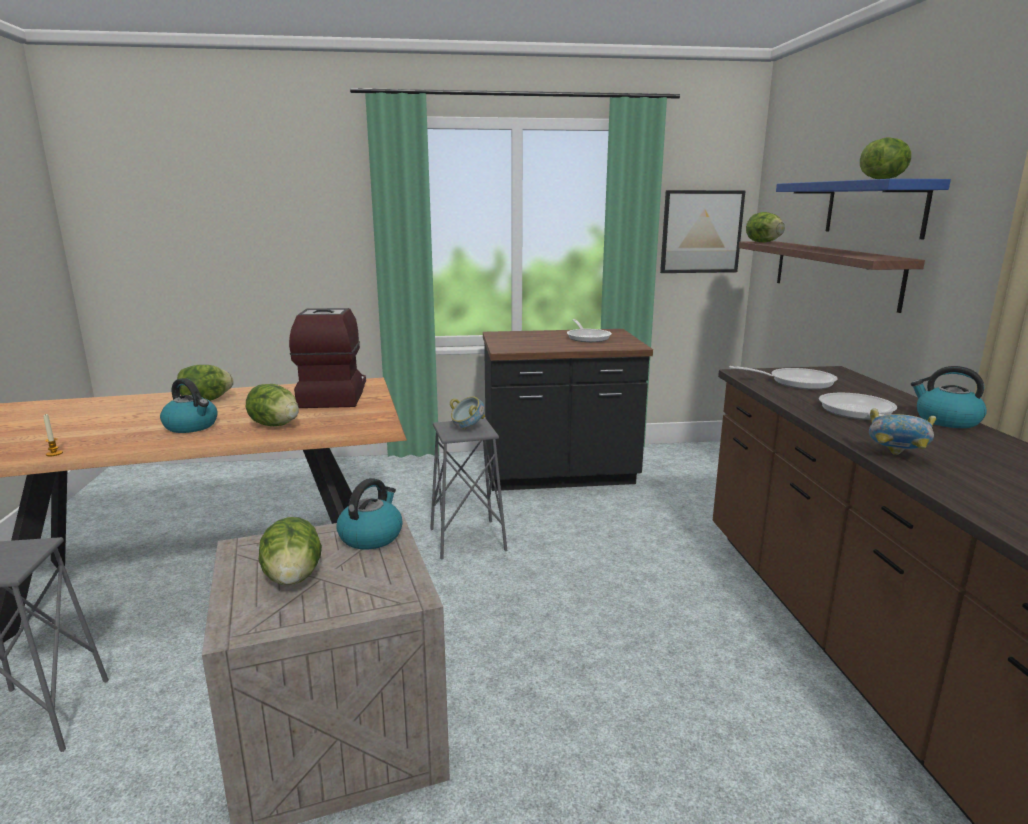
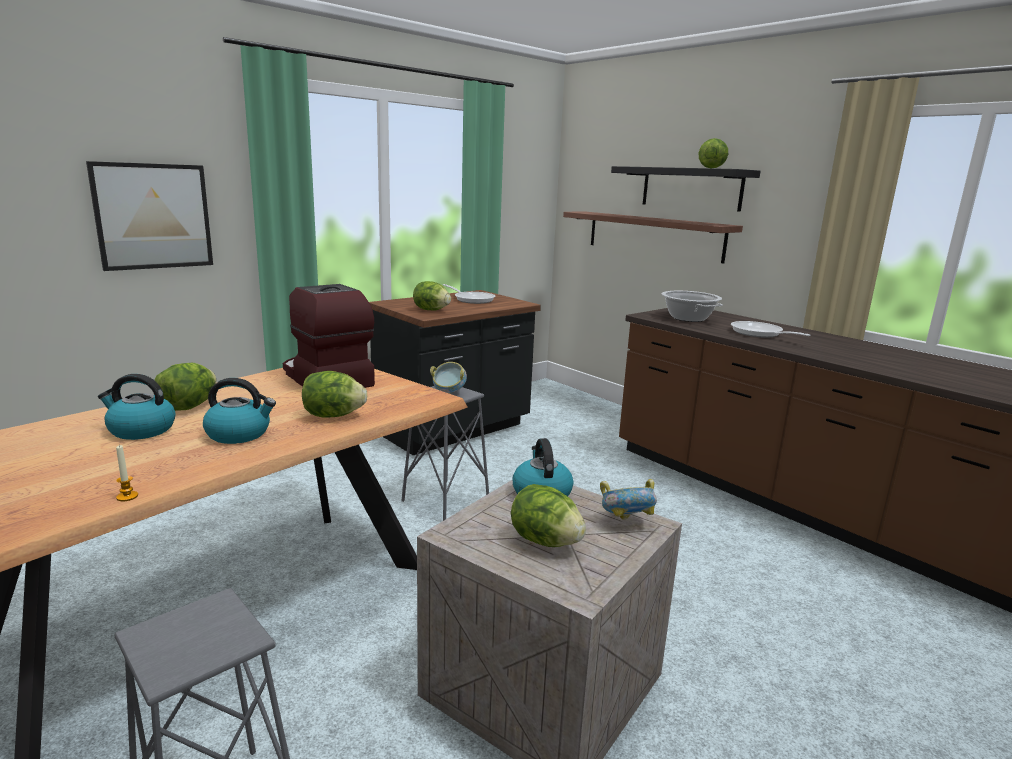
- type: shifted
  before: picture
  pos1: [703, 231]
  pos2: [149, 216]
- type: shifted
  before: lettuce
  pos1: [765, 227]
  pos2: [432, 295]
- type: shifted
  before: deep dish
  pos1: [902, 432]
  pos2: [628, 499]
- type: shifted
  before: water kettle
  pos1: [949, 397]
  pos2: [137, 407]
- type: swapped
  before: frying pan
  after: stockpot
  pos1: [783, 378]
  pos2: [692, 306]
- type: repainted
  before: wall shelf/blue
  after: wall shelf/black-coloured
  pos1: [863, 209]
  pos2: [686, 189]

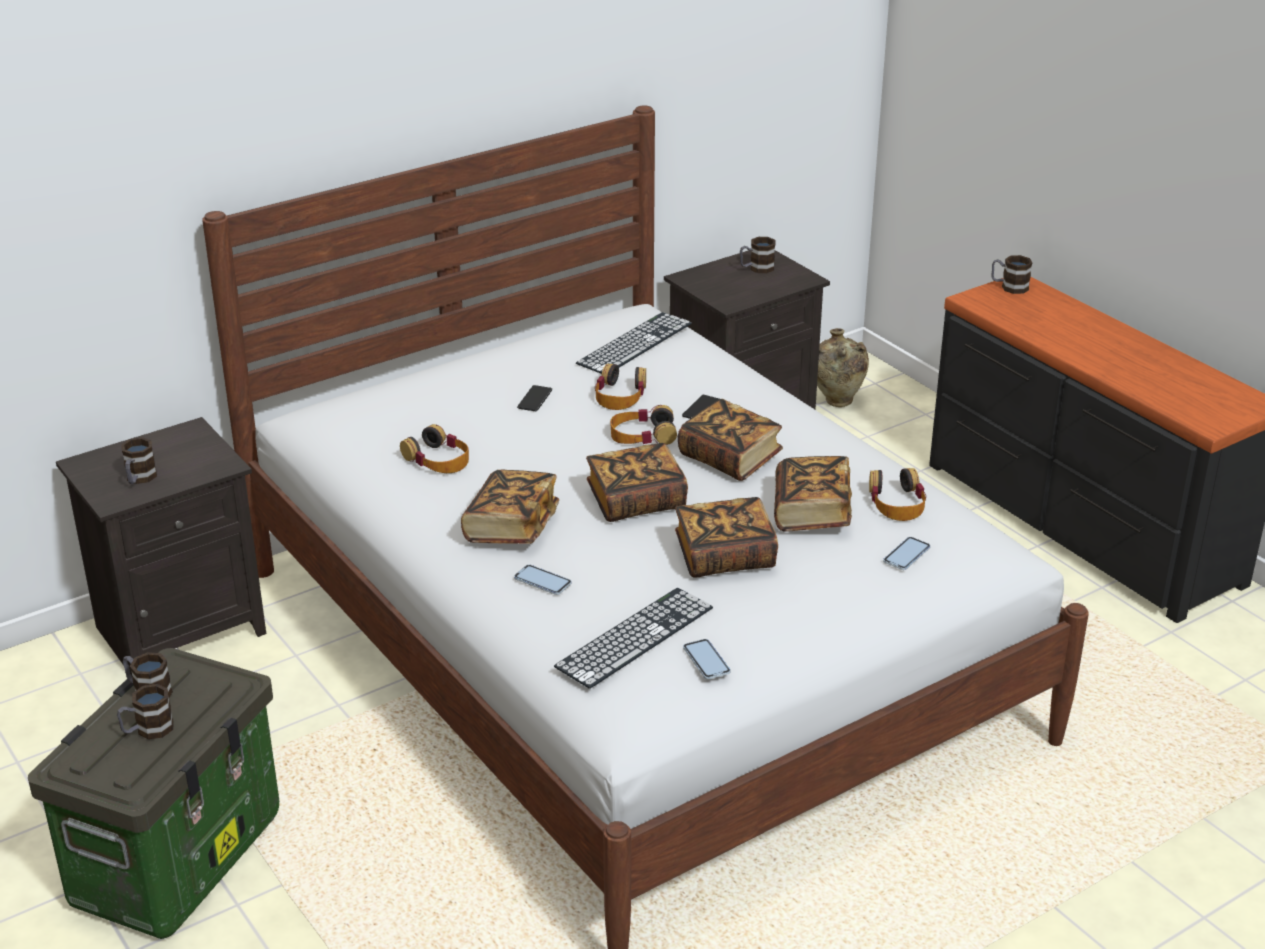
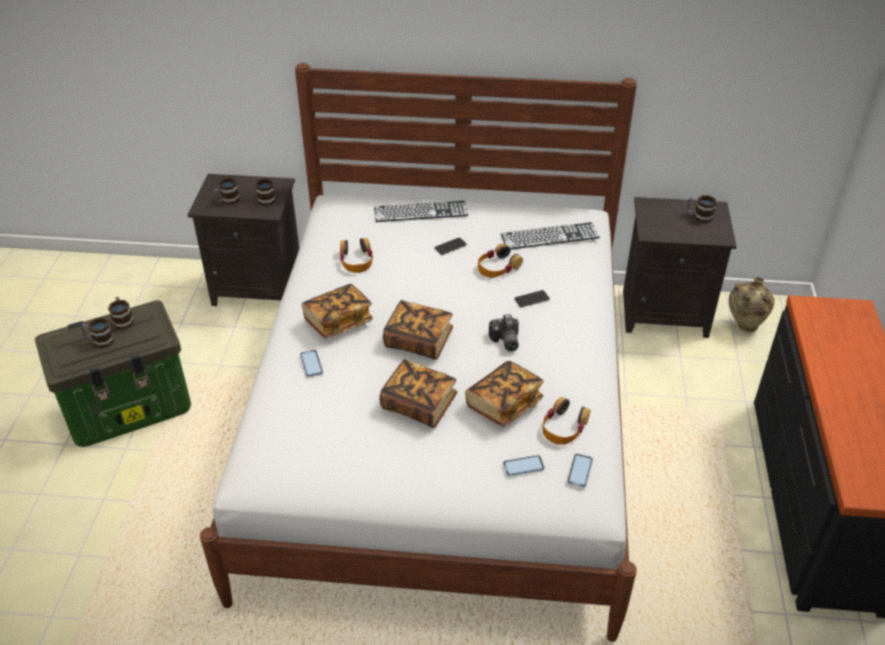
- type: gone
  before: pair of headphones
  pos1: [643, 425]
- type: shifted
  before: keyboard
  pos1: [633, 638]
  pos2: [421, 211]
- type: shifted
  before: telephone
  pos1: [707, 659]
  pos2: [580, 471]
- type: shifted
  before: coffee mug
  pos1: [1012, 274]
  pos2: [265, 192]
- type: swapped
  before: volume
  after: photo camera
  pos1: [730, 440]
  pos2: [504, 333]

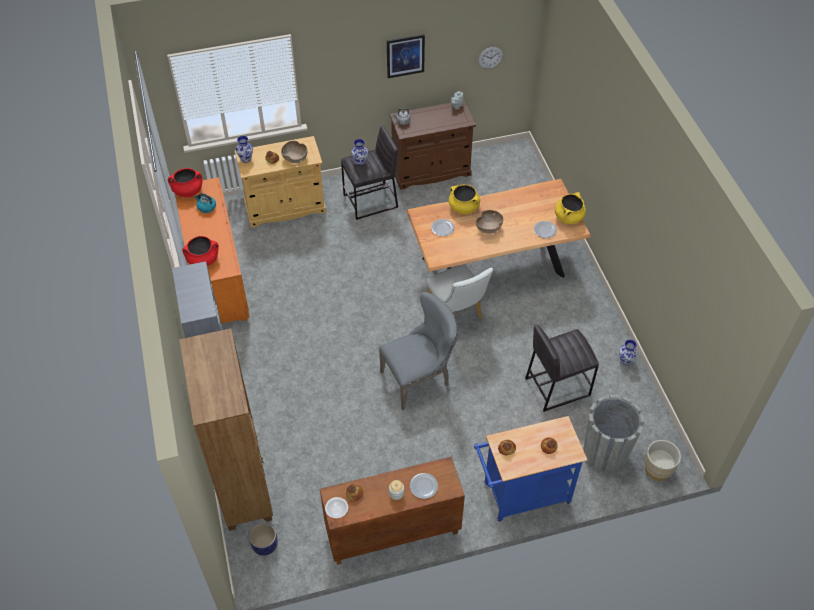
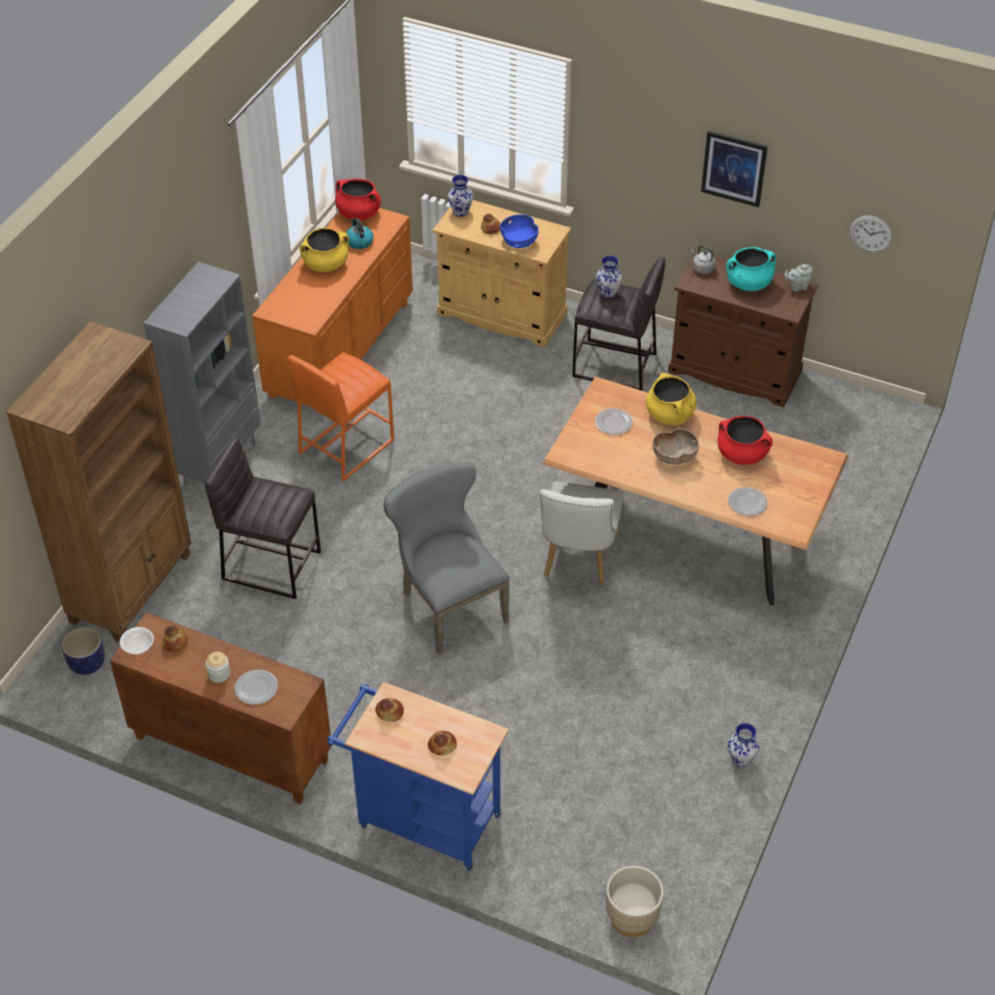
- type: gone
  before: planter/greyish
  pos1: [614, 434]
- type: new
  after: sitting stool/orangey
  pos2: [340, 417]
- type: new
  after: stockpot/turquoise
  pos2: [751, 269]
- type: shifted
  before: stockpot/red-coloured
  pos1: [200, 251]
  pos2: [745, 440]
- type: shifted
  before: sitting stool/greyish
  pos1: [562, 368]
  pos2: [262, 518]
- type: shifted
  before: stockpot/yellow-coloured
  pos1: [570, 208]
  pos2: [324, 250]
- type: repainted
  before: deep dish/brownish
  after: deep dish/blue
  pos1: [294, 152]
  pos2: [519, 231]
- type: rotated
  before: plain chair/greyish
  pos1: [418, 351]
  pos2: [447, 558]
  turn: -135

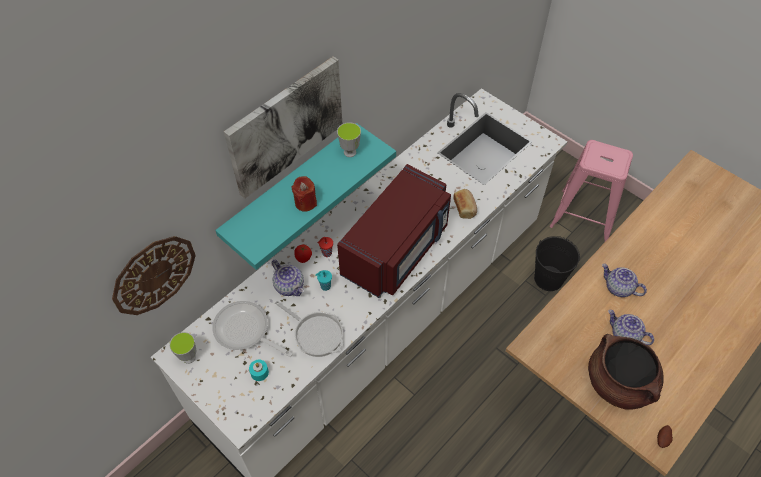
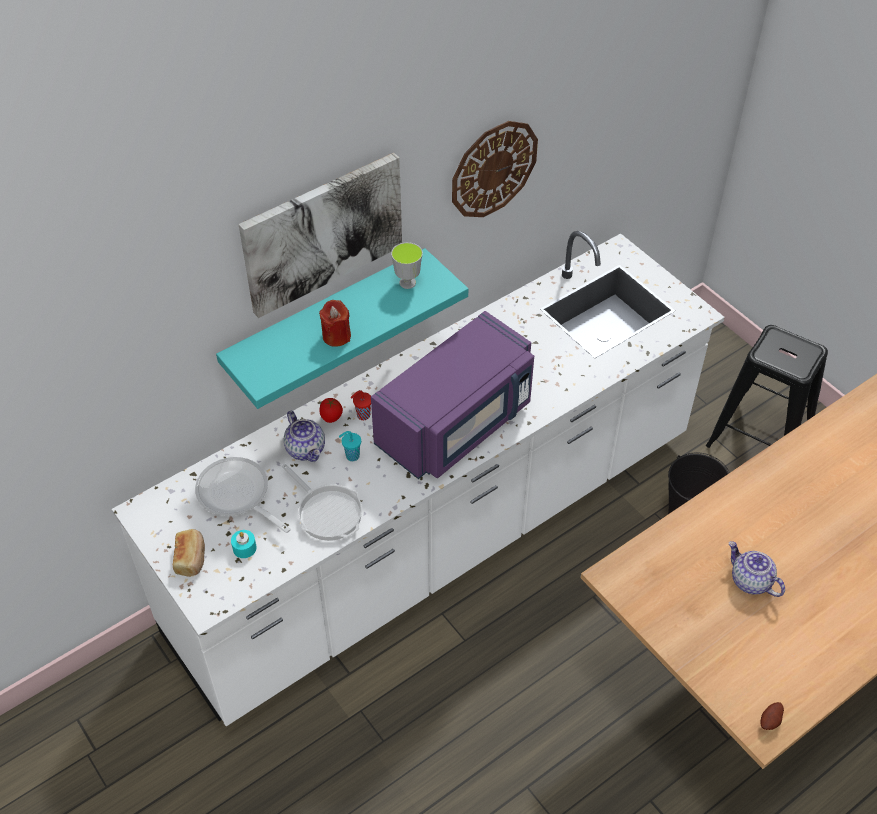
- type: gone
  before: cup
  pos1: [183, 348]
- type: gone
  before: stockpot/brownish
  pos1: [626, 372]
- type: gone
  before: tea pot
  pos1: [624, 280]
- type: shifted
  before: clock on the wall
  pos1: [154, 275]
  pos2: [495, 169]
- type: shifted
  before: bread
  pos1: [465, 204]
  pos2: [189, 553]
- type: repainted
  before: microwave/red-coloured
  after: microwave/purple-coloured
  pos1: [394, 231]
  pos2: [452, 395]
- type: repainted
  before: sitting stool/pinkish
  after: sitting stool/black-coloured
  pos1: [591, 191]
  pos2: [767, 386]

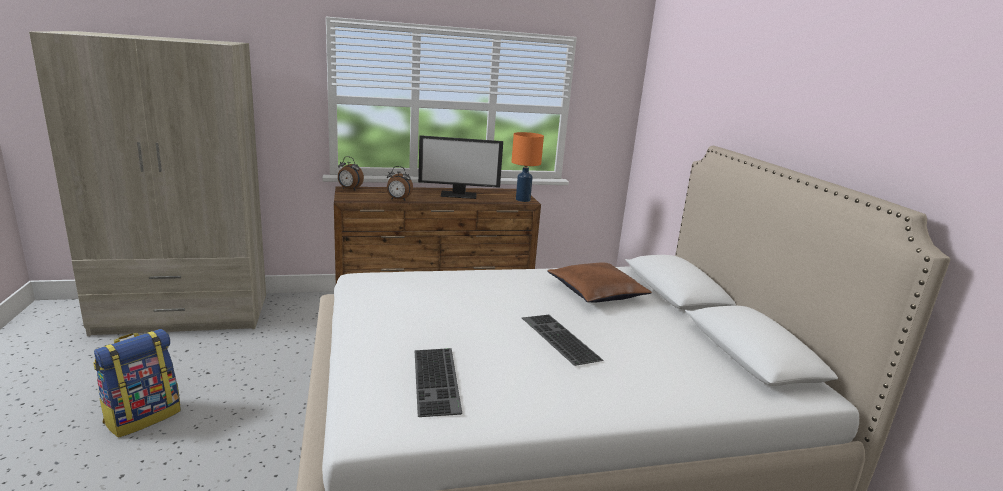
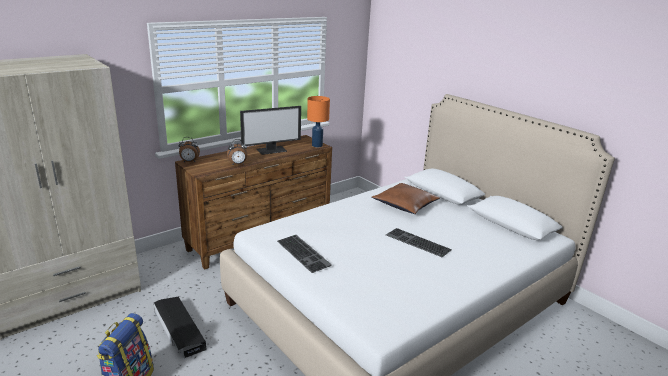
- type: new
  after: storage container/black-coloured
  pos2: [180, 327]
- type: shifted
  before: keyboard
  pos1: [438, 382]
  pos2: [304, 254]

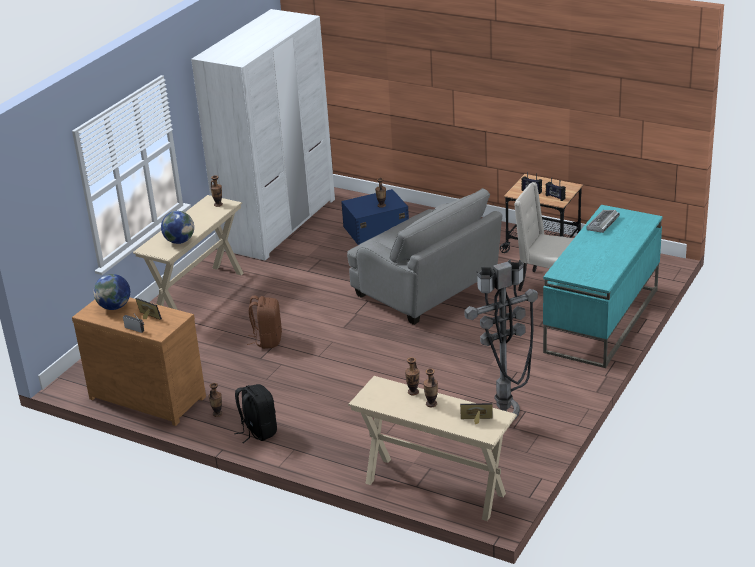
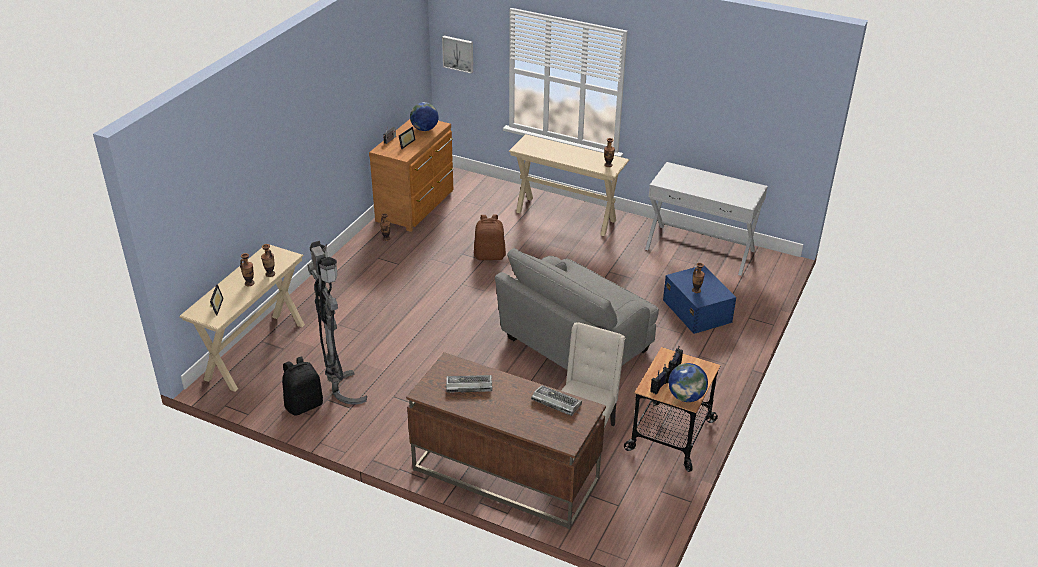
- type: new
  after: picture
  pos2: [457, 55]
- type: new
  after: keyboard
  pos2: [469, 384]
- type: shifted
  before: world globe
  pos1: [177, 227]
  pos2: [688, 382]
- type: shifted
  before: rucksack/black-coloured
  pos1: [255, 413]
  pos2: [302, 386]
- type: swapped
  before: armoire/whitish
  after: console table/whitish
  pos1: [263, 134]
  pos2: [706, 219]
- type: repainted
  before: desk/turquoise
  after: desk/brownish
  pos1: [603, 286]
  pos2: [506, 440]

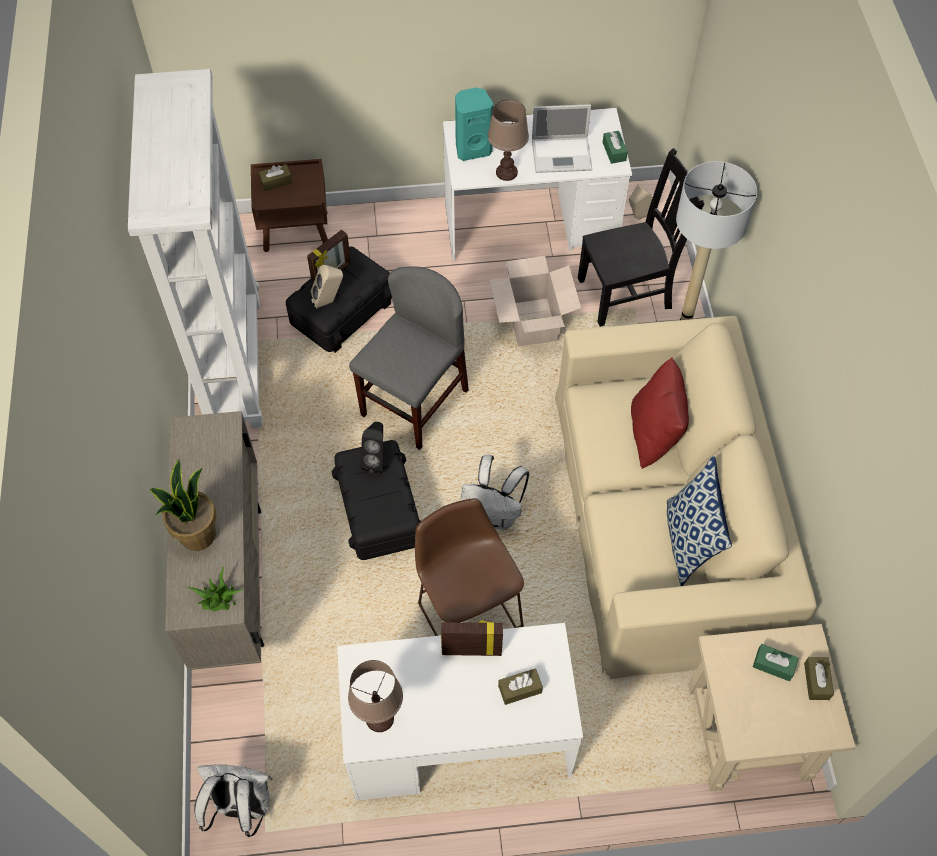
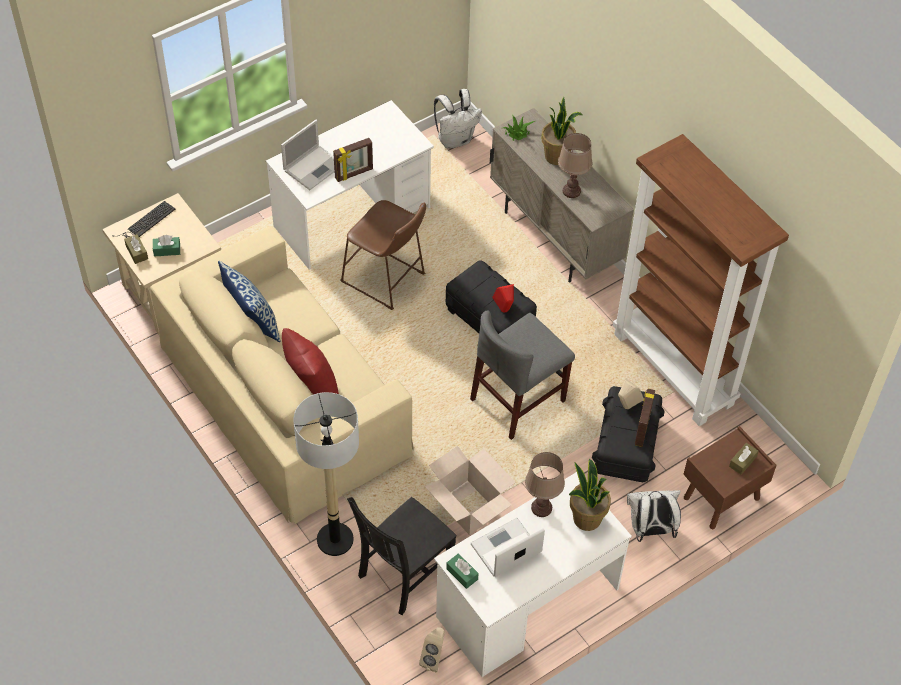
- type: new
  after: keyboard
  pos2: [143, 219]
- type: shifted
  before: tabletop lamp/brownish
  pos1: [375, 696]
  pos2: [575, 165]
- type: shifted
  before: rucksack/whitish
  pos1: [495, 492]
  pos2: [654, 516]
- type: swapped
  before: audio speaker/turquoise
  after: plant in a pot
  pos1: [474, 124]
  pos2: [590, 495]
- type: swapped
  before: tissue holder/brownish
  after: portable computer
  pos1: [520, 686]
  pos2: [308, 155]
- type: repainted
  before: bookshelf/whitish
  after: bookshelf/brownish
  pos1: [195, 248]
  pos2: [701, 280]
- type: repainted
  before: audio speaker/black-coloured
  after: audio speaker/red-coloured
  pos1: [371, 448]
  pos2: [503, 298]
- type: rotated
  before: plain chair/greyish
  pos1: [409, 358]
  pos2: [522, 375]
  turn: 45

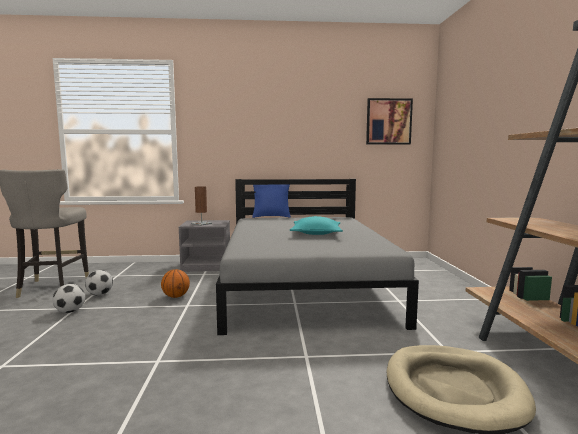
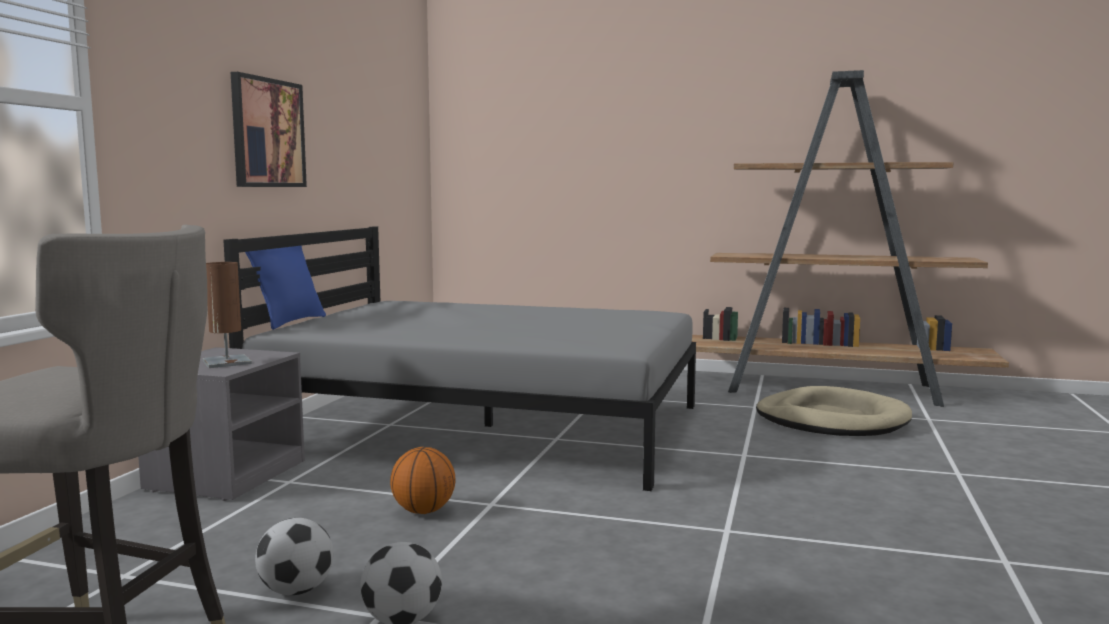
- type: gone
  before: throw pillow/turquoise
  pos1: [316, 225]
- type: shifted
  before: picture
  pos1: [389, 121]
  pos2: [269, 129]

